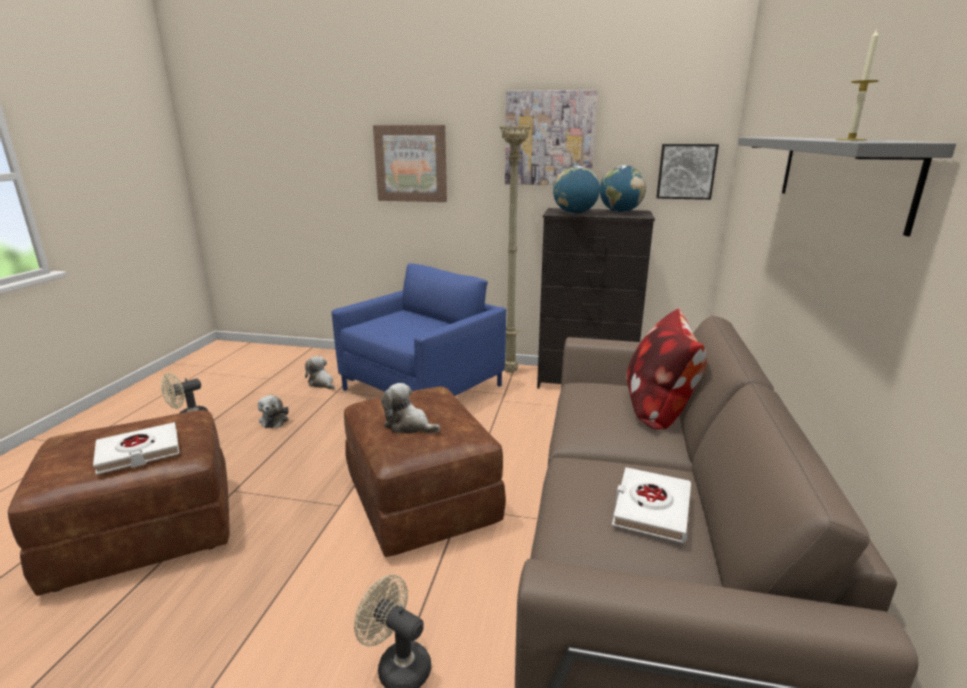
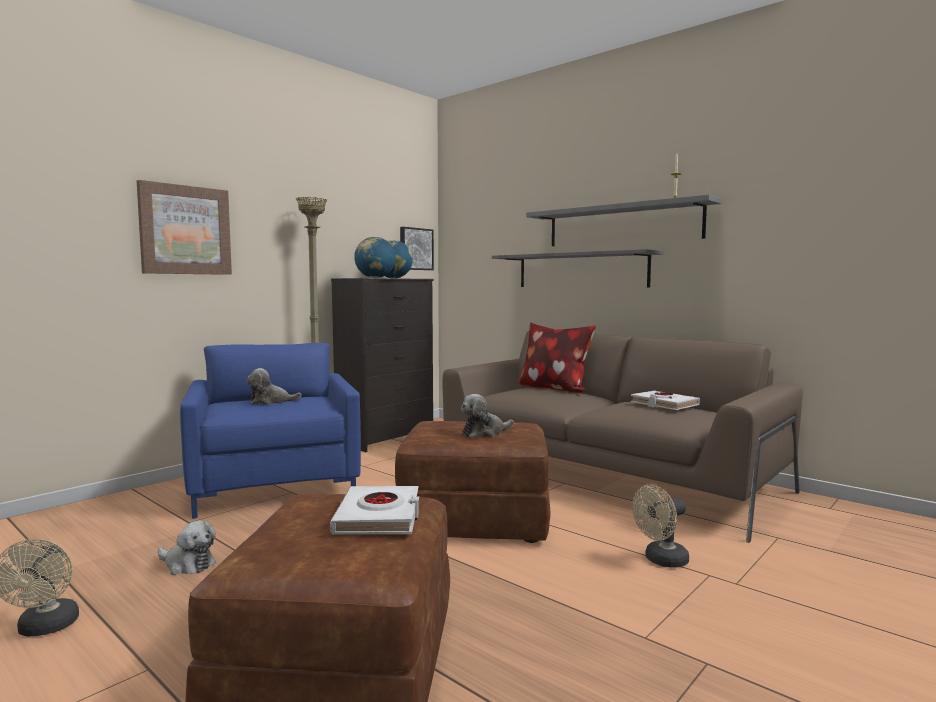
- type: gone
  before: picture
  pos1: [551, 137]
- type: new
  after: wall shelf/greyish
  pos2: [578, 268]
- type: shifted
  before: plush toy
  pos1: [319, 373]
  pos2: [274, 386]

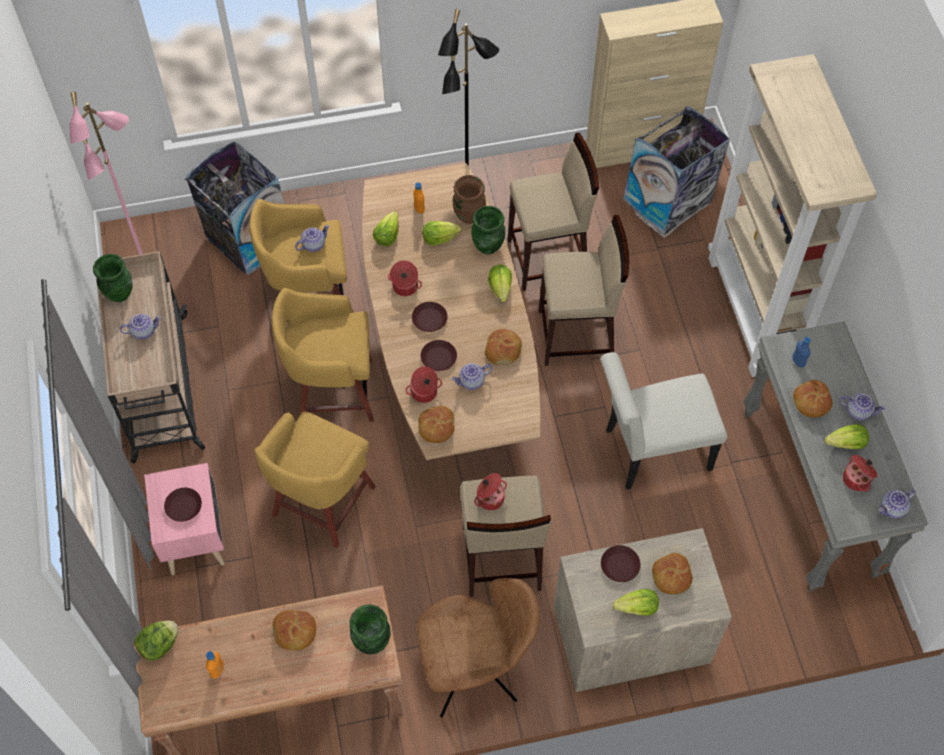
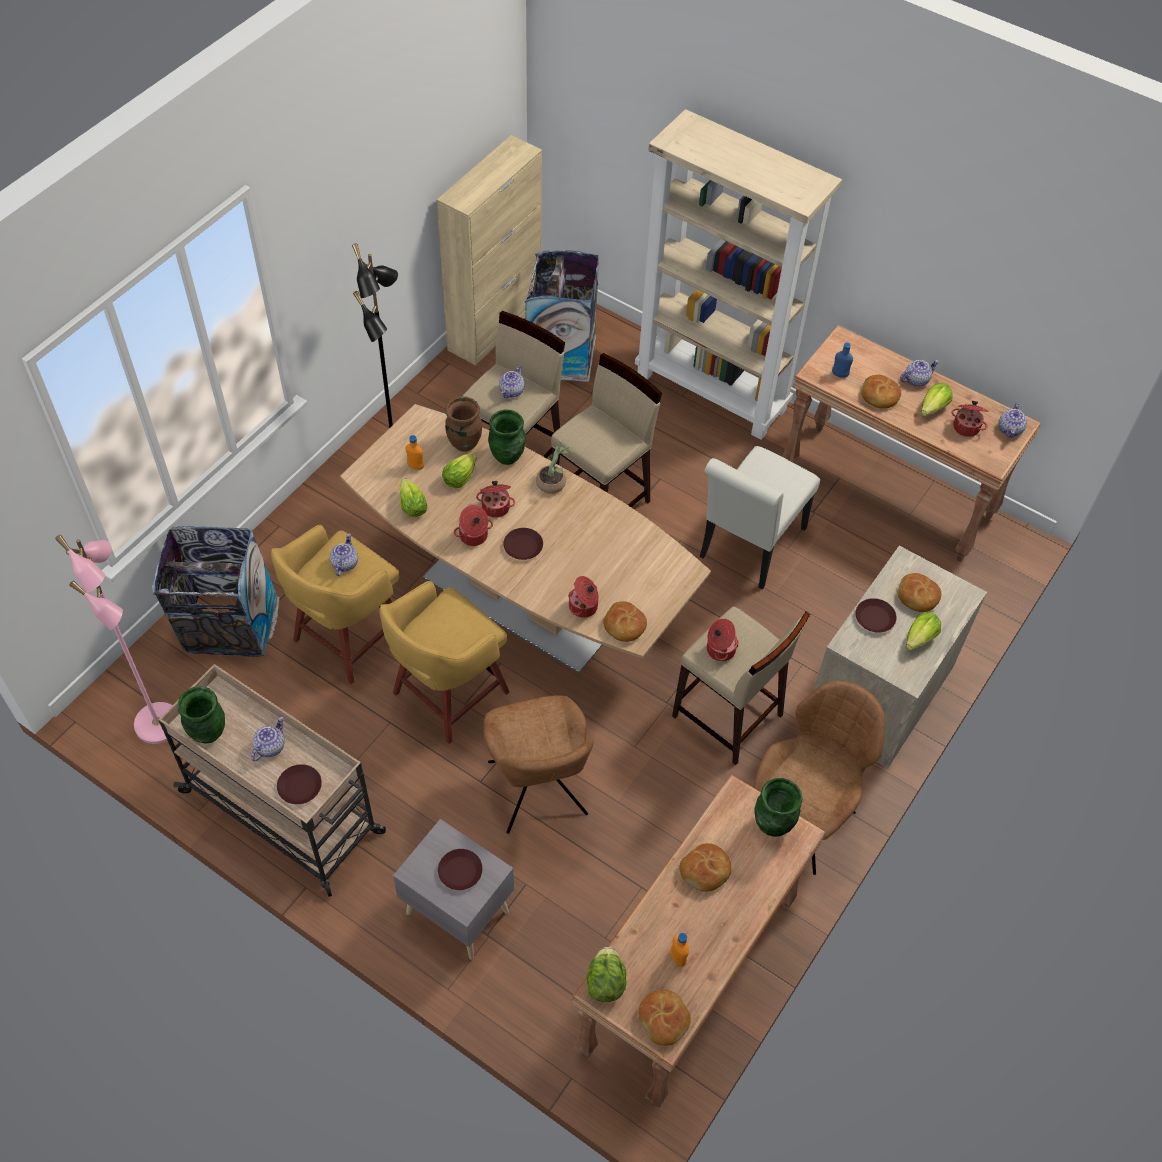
- type: new
  after: stockpot
  pos2: [495, 499]
- type: shifted
  before: flat dish/brownish
  pos1: [439, 355]
  pos2: [299, 784]
- type: shifted
  before: tea pot
  pos1: [471, 376]
  pos2: [512, 381]
- type: shifted
  before: bread
  pos1: [503, 347]
  pos2: [665, 1018]
- type: swapped
  before: sitting stool/yellow-coloured
  after: plain chair/brownish
  pos1: [315, 479]
  pos2: [538, 764]
- type: swapped
  before: lettuce
  after: plant in a pot
  pos1: [500, 283]
  pos2: [555, 467]
- type: repainted
  before: bedside table/pinkish
  after: bedside table/greyish
  pos1: [184, 519]
  pos2: [453, 889]
- type: repainted
  before: console table/greyish
  after: console table/brownish
  pos1: [835, 457]
  pos2: [911, 444]

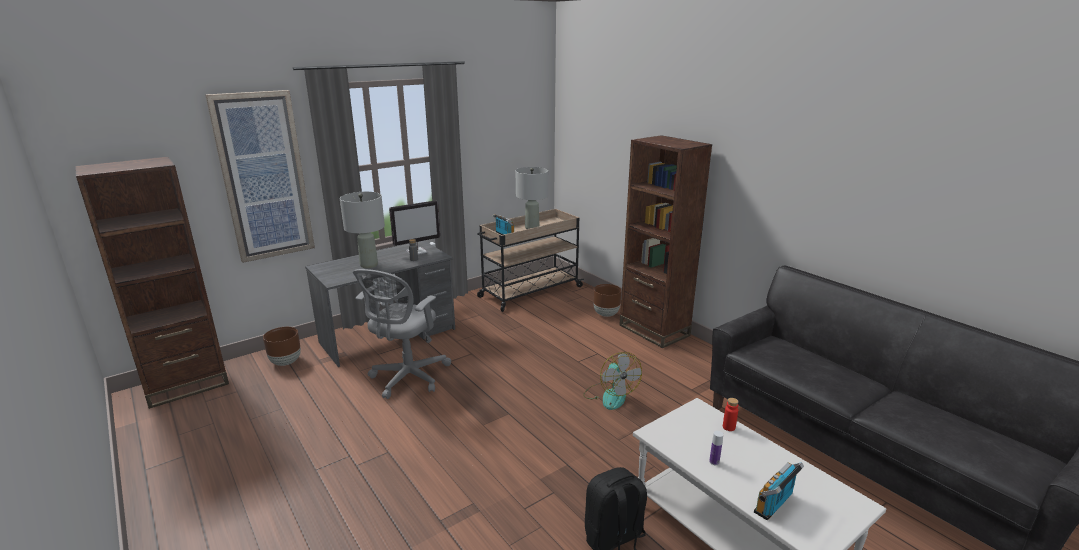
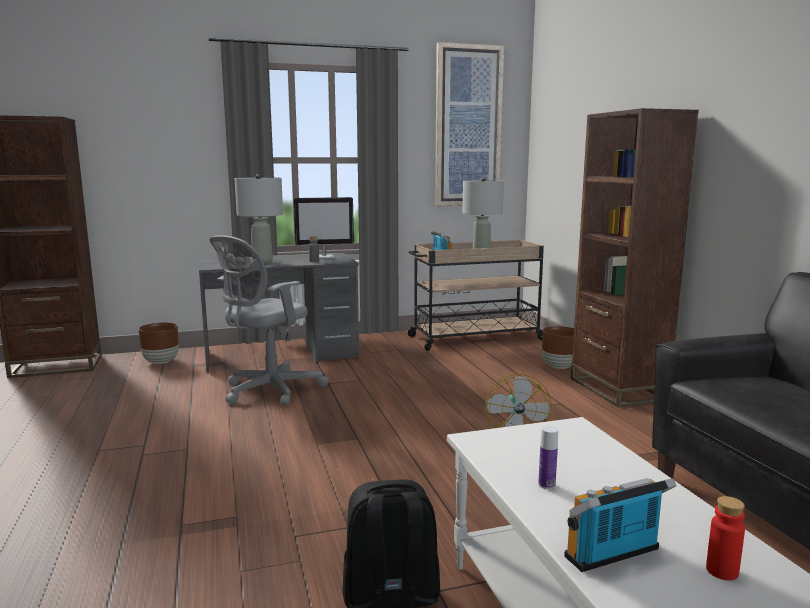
- type: shifted
  before: picture
  pos1: [260, 176]
  pos2: [469, 124]
- type: shifted
  before: drink bottle/red-coloured
  pos1: [730, 414]
  pos2: [725, 538]

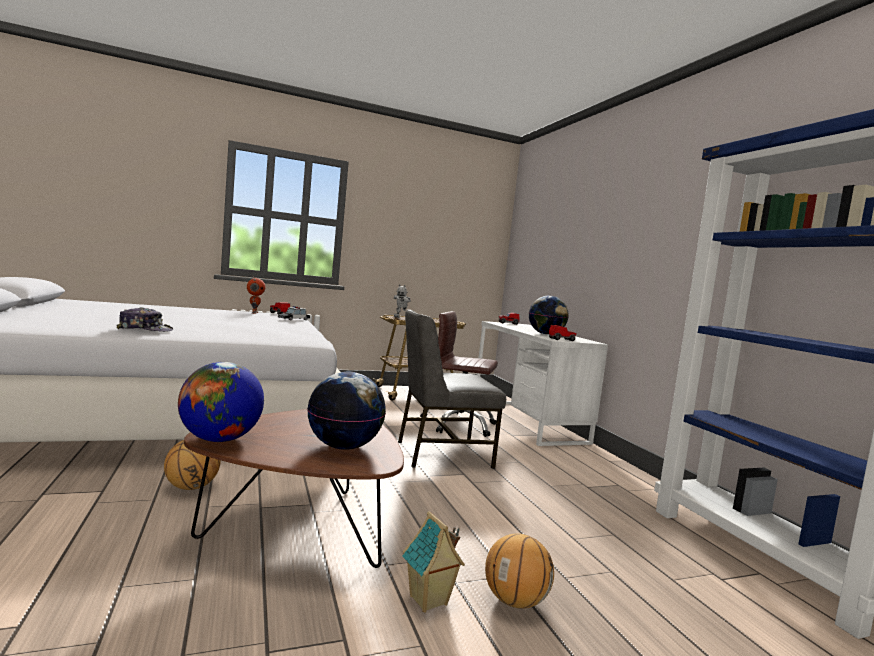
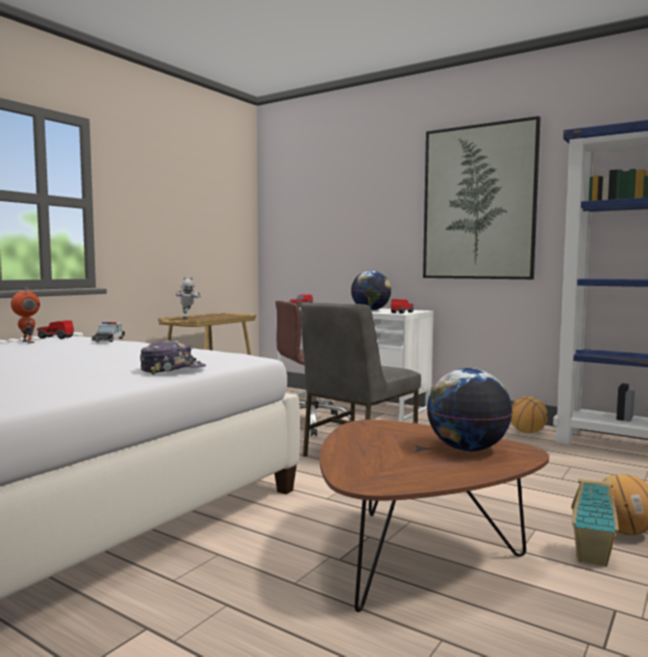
- type: gone
  before: world globe
  pos1: [221, 402]
- type: new
  after: picture
  pos2: [482, 197]
- type: shifted
  before: peaked cap
  pos1: [145, 319]
  pos2: [173, 357]
- type: shifted
  before: basketball ball
  pos1: [192, 465]
  pos2: [529, 414]

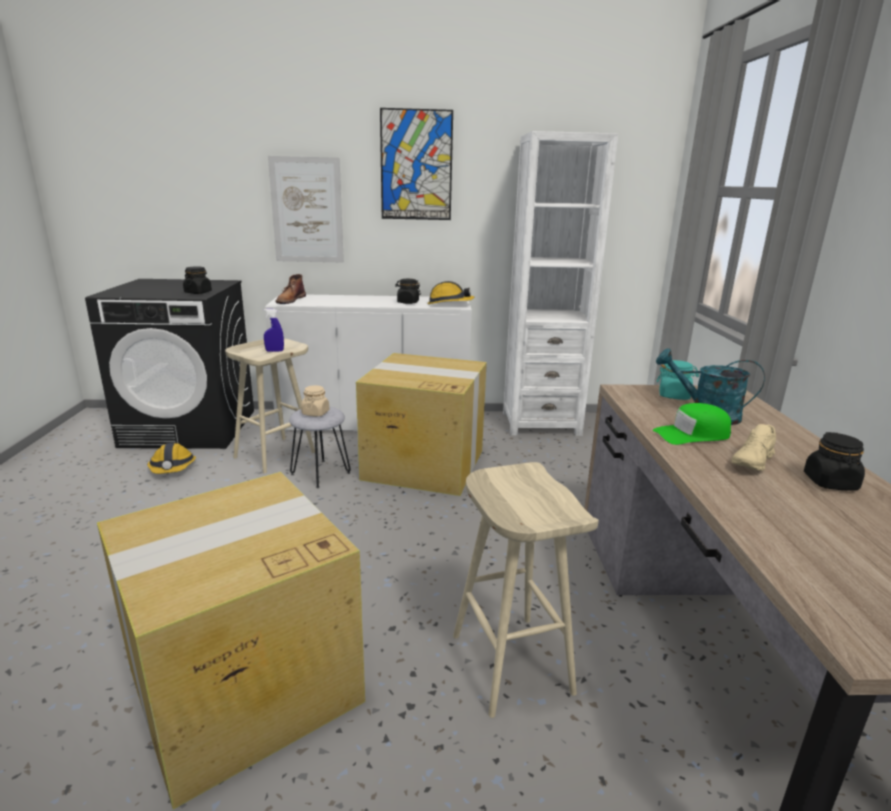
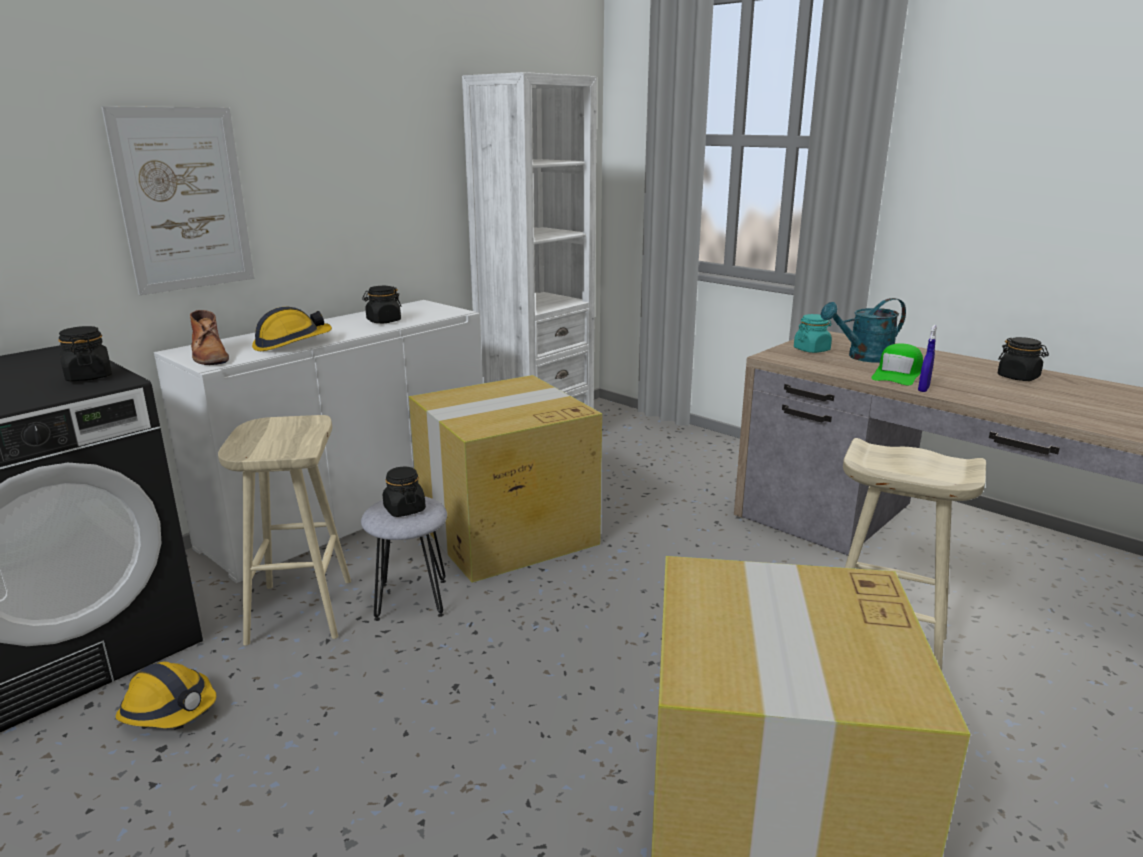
- type: gone
  before: picture
  pos1: [416, 164]
- type: gone
  before: shoe/beige
  pos1: [753, 447]
- type: shifted
  before: sprayer/blue
  pos1: [274, 330]
  pos2: [927, 358]
- type: shifted
  before: safety helmet
  pos1: [450, 292]
  pos2: [292, 329]
- type: repainted
  before: storage jar/beige
  after: storage jar/black-coloured
  pos1: [315, 401]
  pos2: [404, 492]

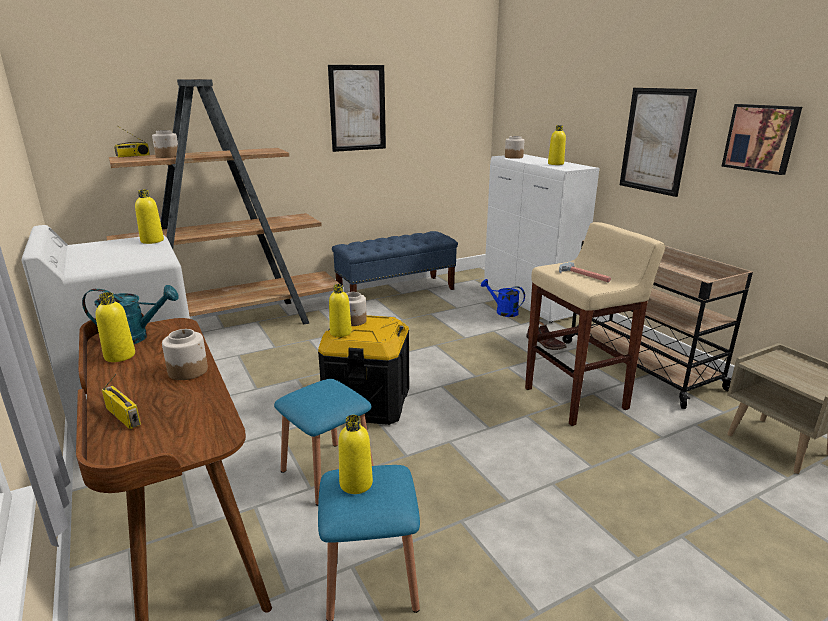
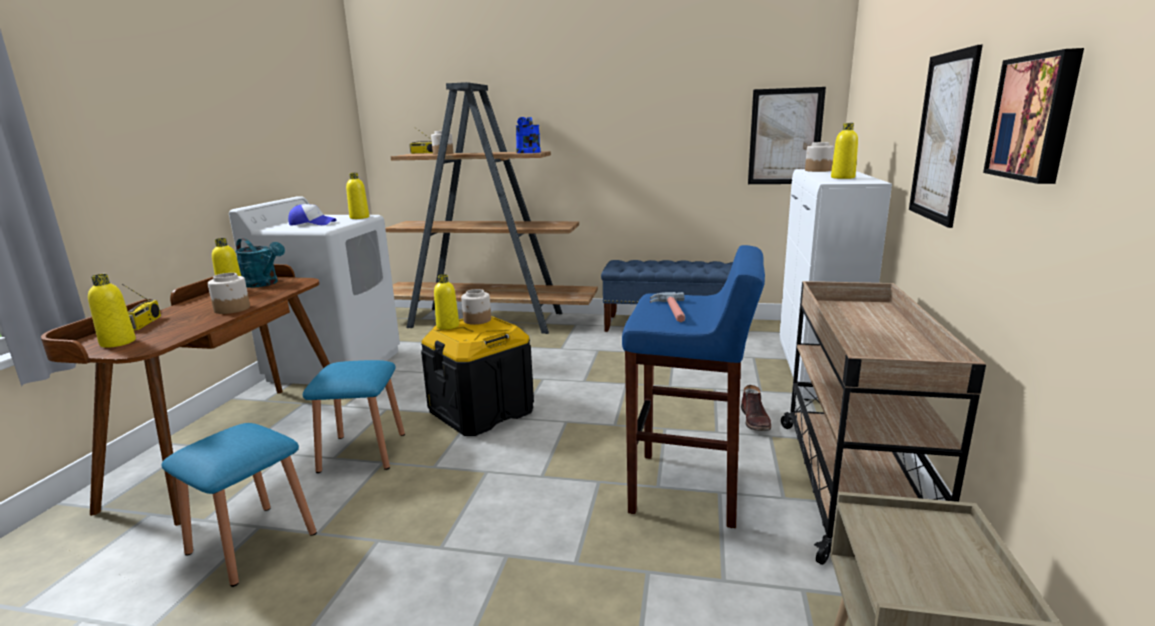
- type: new
  after: peaked cap
  pos2: [312, 215]
- type: shifted
  before: picture
  pos1: [357, 108]
  pos2: [787, 135]
- type: shifted
  before: drink bottle/yellow-coloured
  pos1: [355, 454]
  pos2: [112, 311]
- type: shifted
  before: watering can/blue
  pos1: [503, 298]
  pos2: [528, 135]
- type: repainted
  before: sitting stool/beige
  after: sitting stool/blue
  pos1: [595, 324]
  pos2: [693, 386]

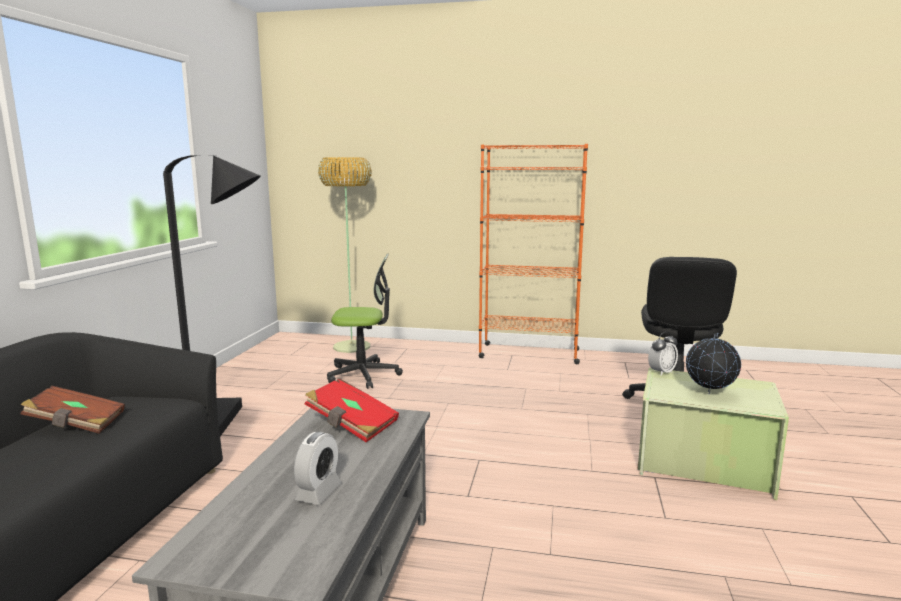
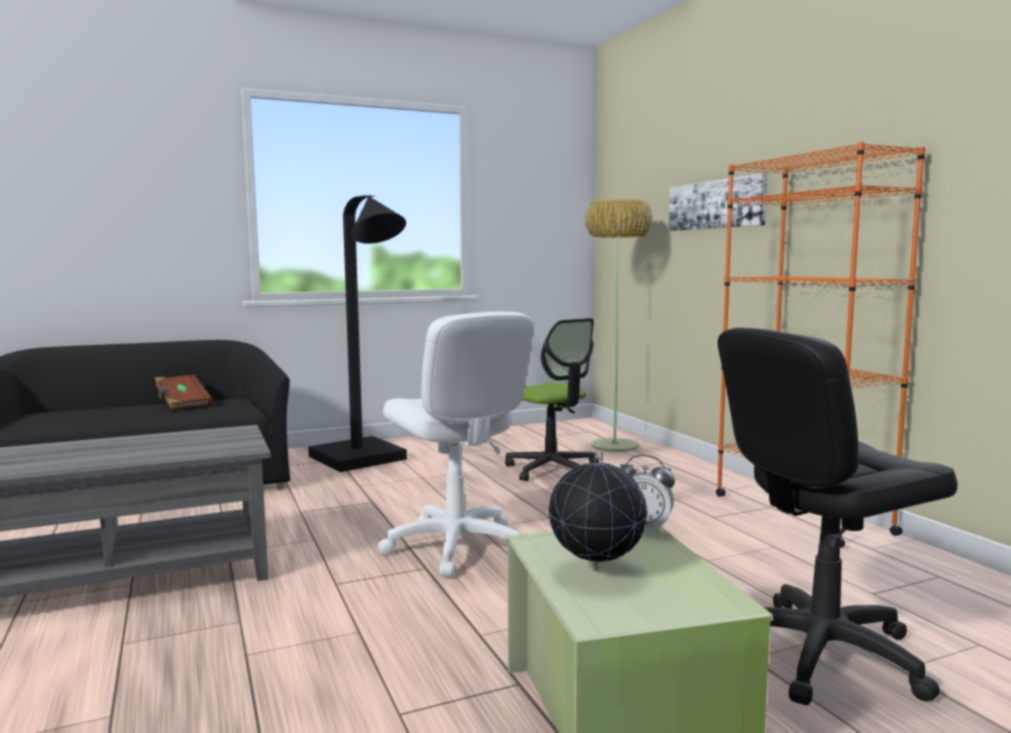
- type: gone
  before: table clock
  pos1: [317, 468]
- type: gone
  before: volume/red-coloured
  pos1: [352, 410]
- type: new
  after: desk chair/whitish
  pos2: [456, 444]
- type: new
  after: picture
  pos2: [718, 202]

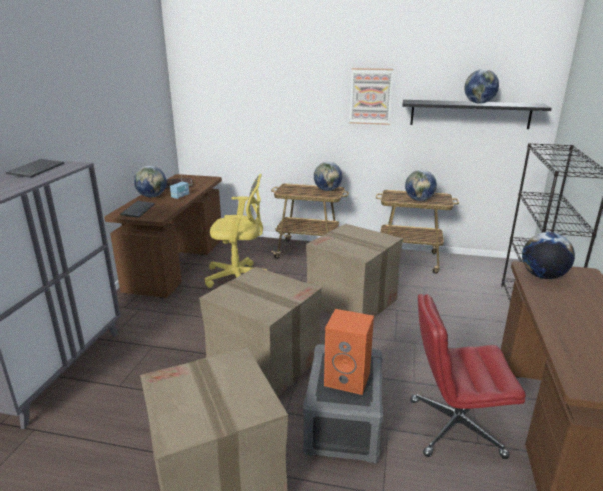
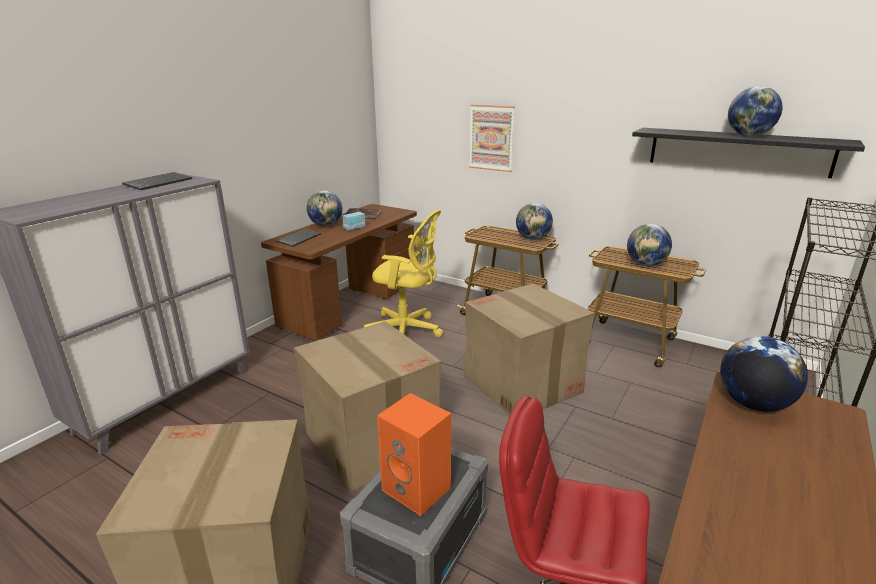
- type: shifted
  before: picture
  pos1: [371, 96]
  pos2: [492, 138]

